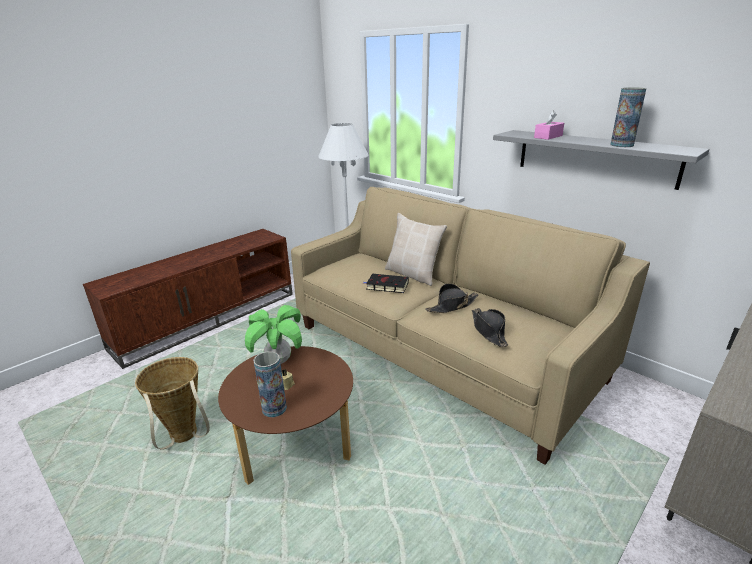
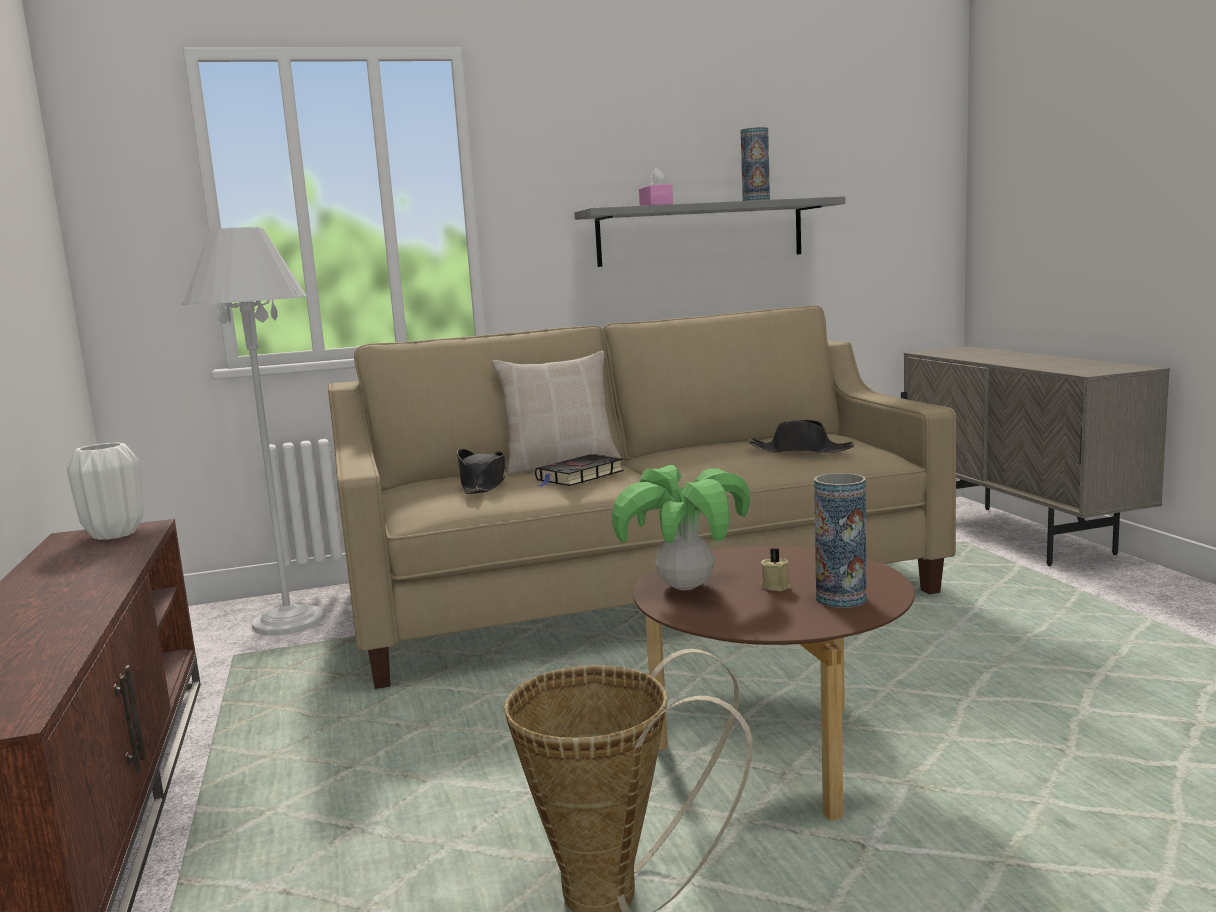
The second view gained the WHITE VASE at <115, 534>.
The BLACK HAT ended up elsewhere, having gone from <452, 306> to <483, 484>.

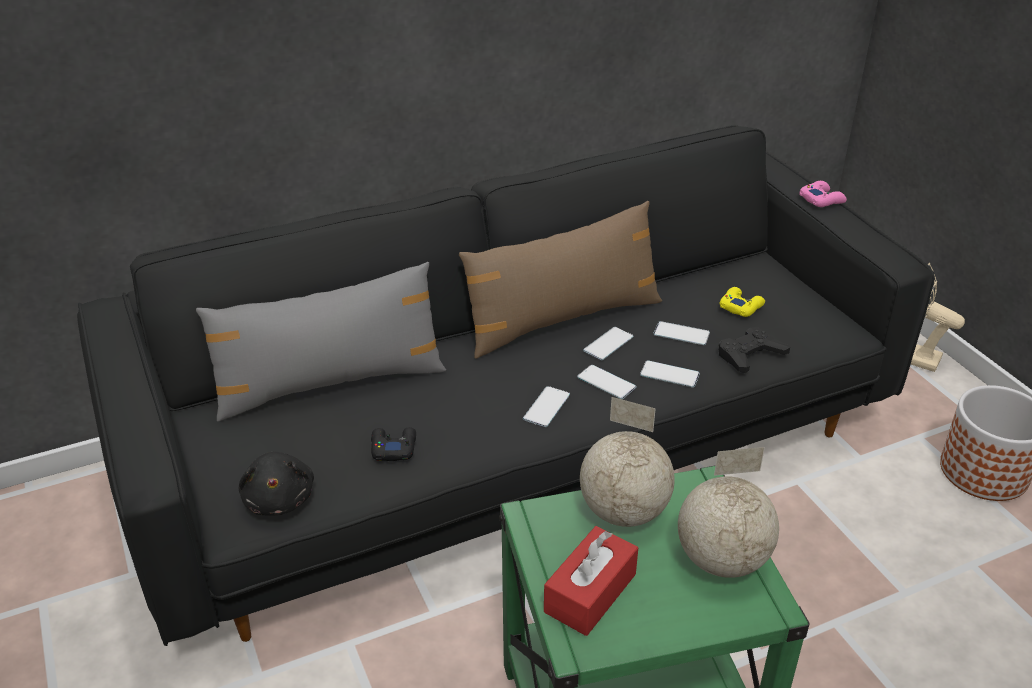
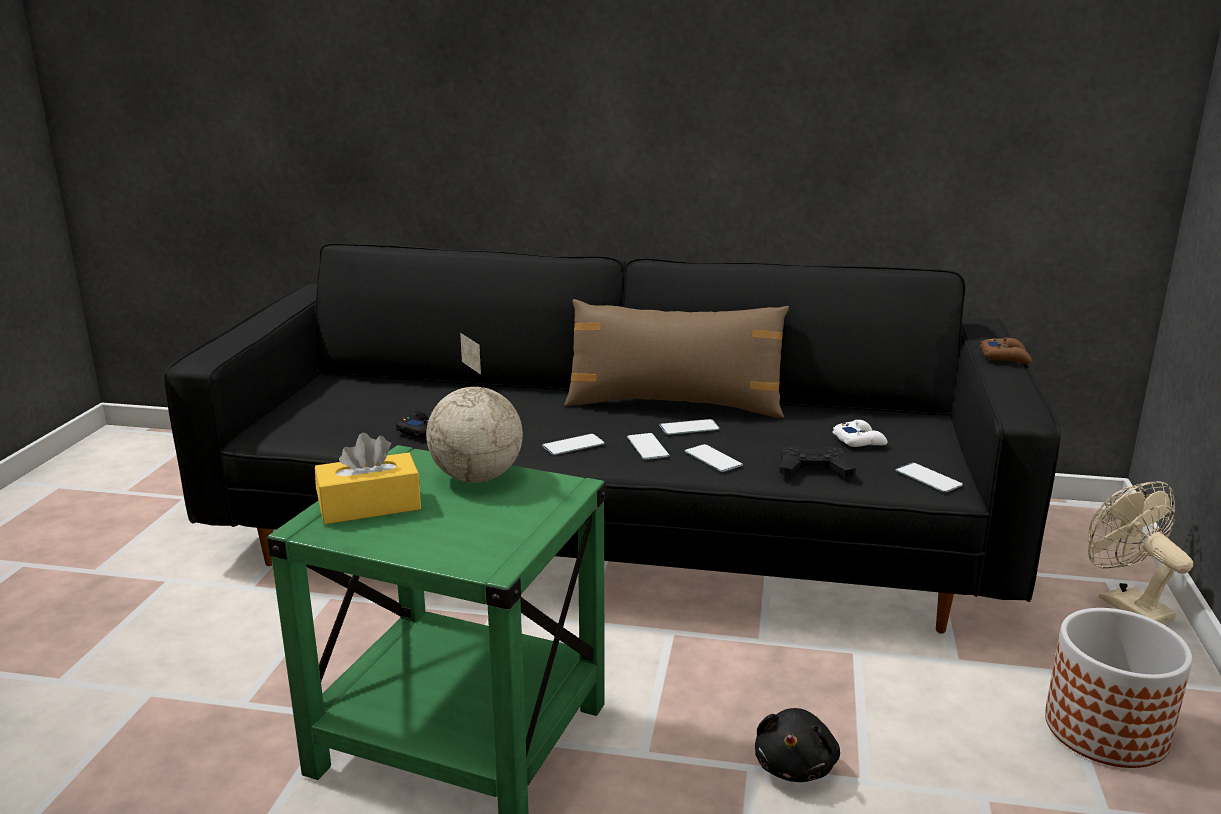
What was the RED TISSUE BOX at <590, 593> turned into the YELLOW TISSUE BOX at <369, 506>.
The BLACK PLUSH TOY ended up elsewhere, having gone from <279, 498> to <796, 765>.
What was the YELLOW GAME CONTROLLER at <740, 306> turned into the WHITE GAME CONTROLLER at <859, 440>.
The PHONE ended up elsewhere, having gone from <681, 334> to <928, 478>.
What was the PINK GAME CONTROLLER at <821, 199> turned into the BROWN GAME CONTROLLER at <1005, 357>.
The second view lost the GREY PILLOW at <331, 383>.
The second view lost the GLOBE at <720, 559>.

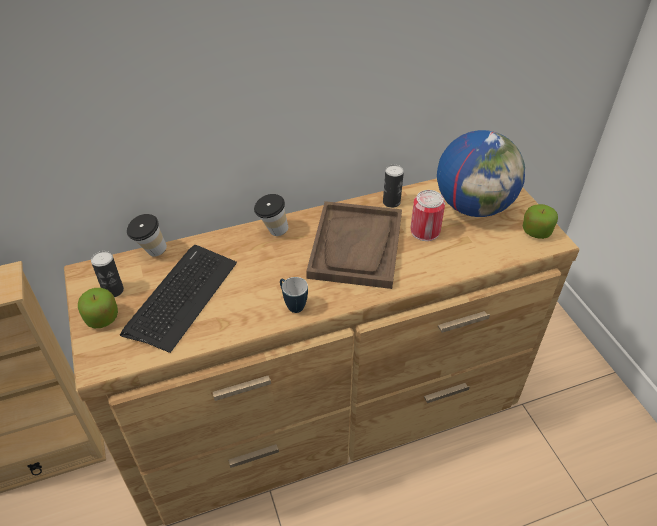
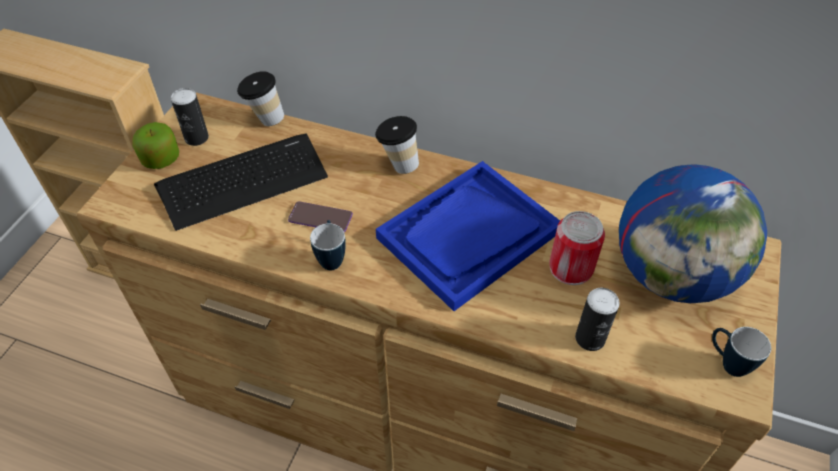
The second view gained the PHONE at <320, 218>.
What was the BROWN TRAY at <356, 246> turned into the BLUE TRAY at <468, 235>.
The CAN ended up elsewhere, having gone from <391, 202> to <590, 338>.
Where the APPLE stood at <536, 231>, the MUG came to stand at <727, 363>.

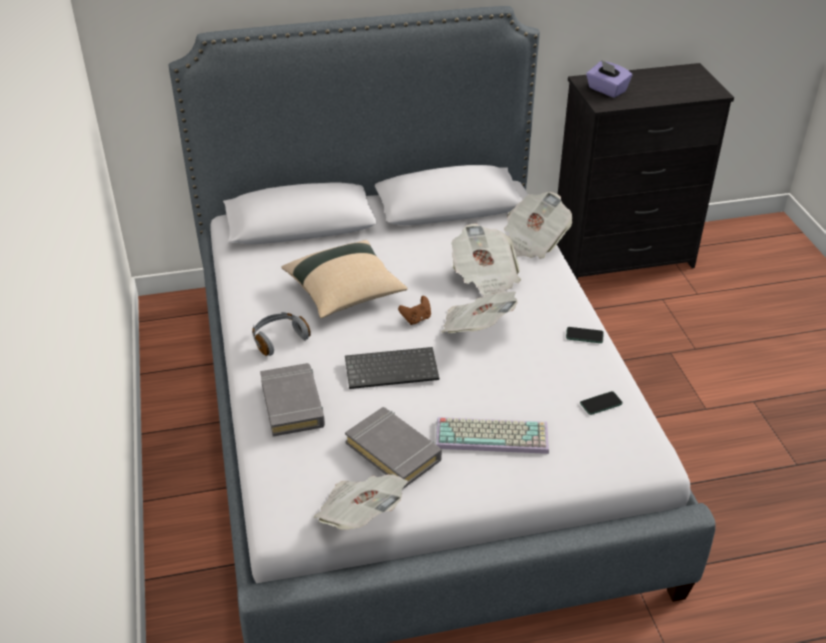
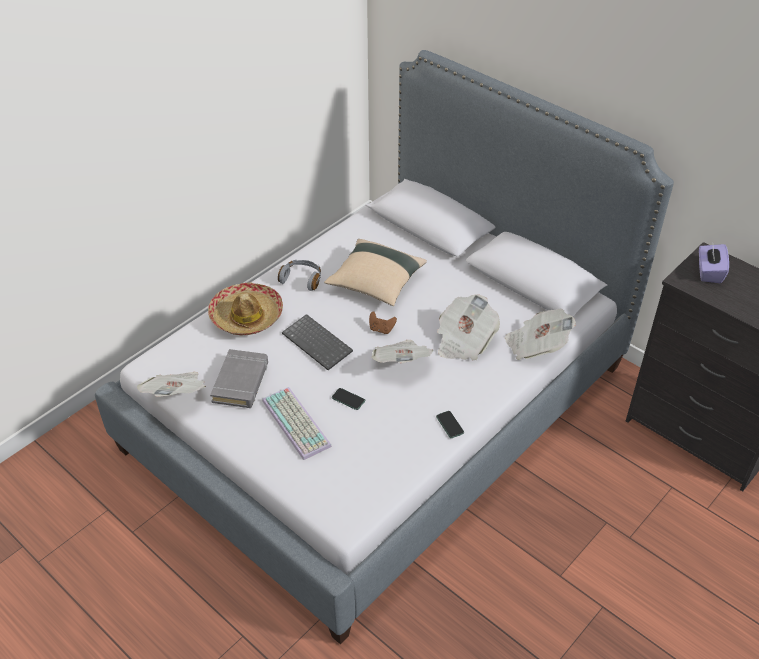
Where the GREY BOOK stood at <292, 404>, the HAT came to stand at <246, 316>.
The PHONE ended up elsewhere, having gone from <601, 403> to <348, 399>.

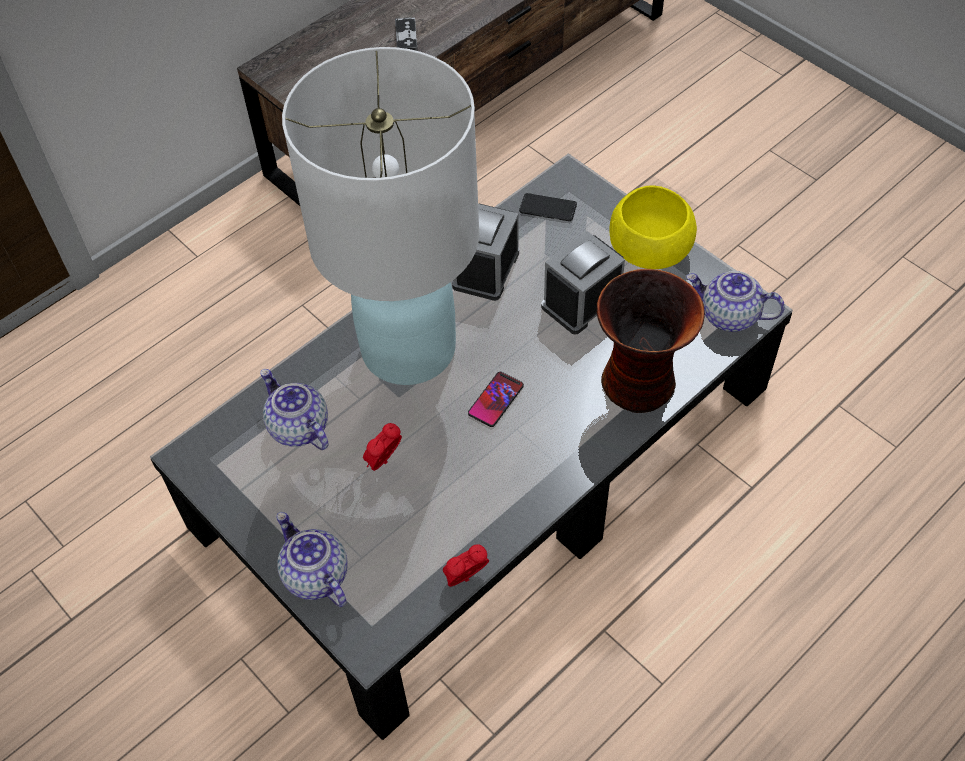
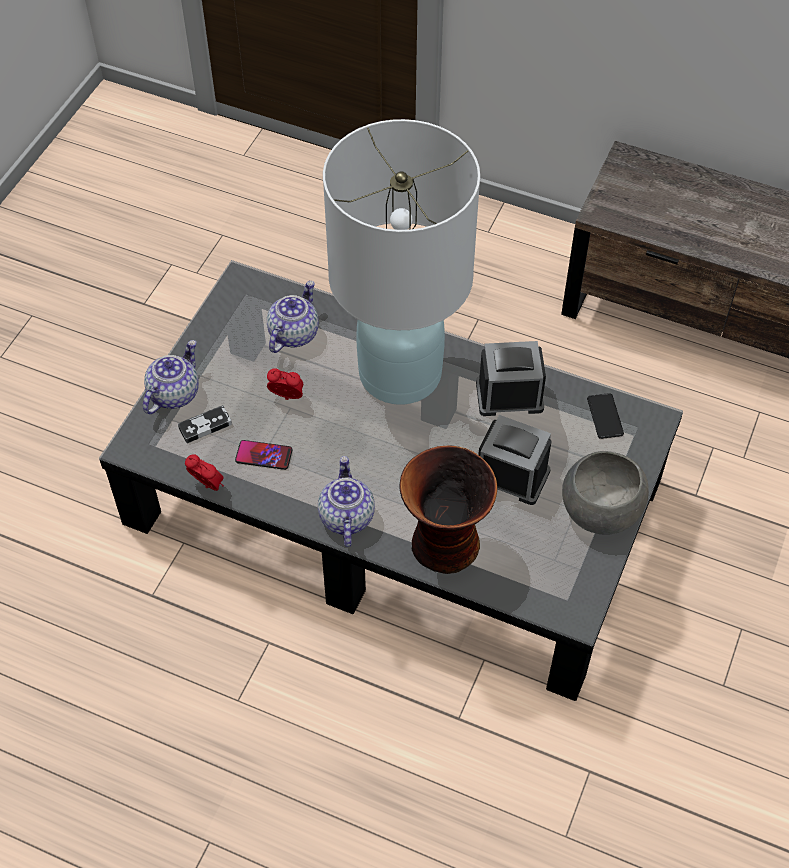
The GAME CONTROLLER ended up elsewhere, having gone from <406, 38> to <205, 426>.
The PHONE ended up elsewhere, having gone from <496, 400> to <264, 455>.
The TEAPOT ended up elsewhere, having gone from <728, 316> to <345, 517>.
What was the YELLOW BOWL at <648, 249> turned into the GREY BOWL at <600, 508>.

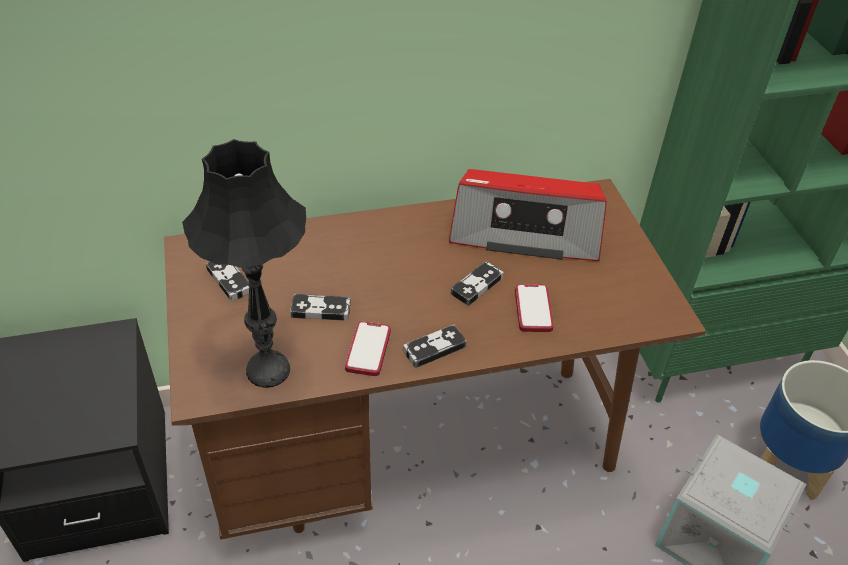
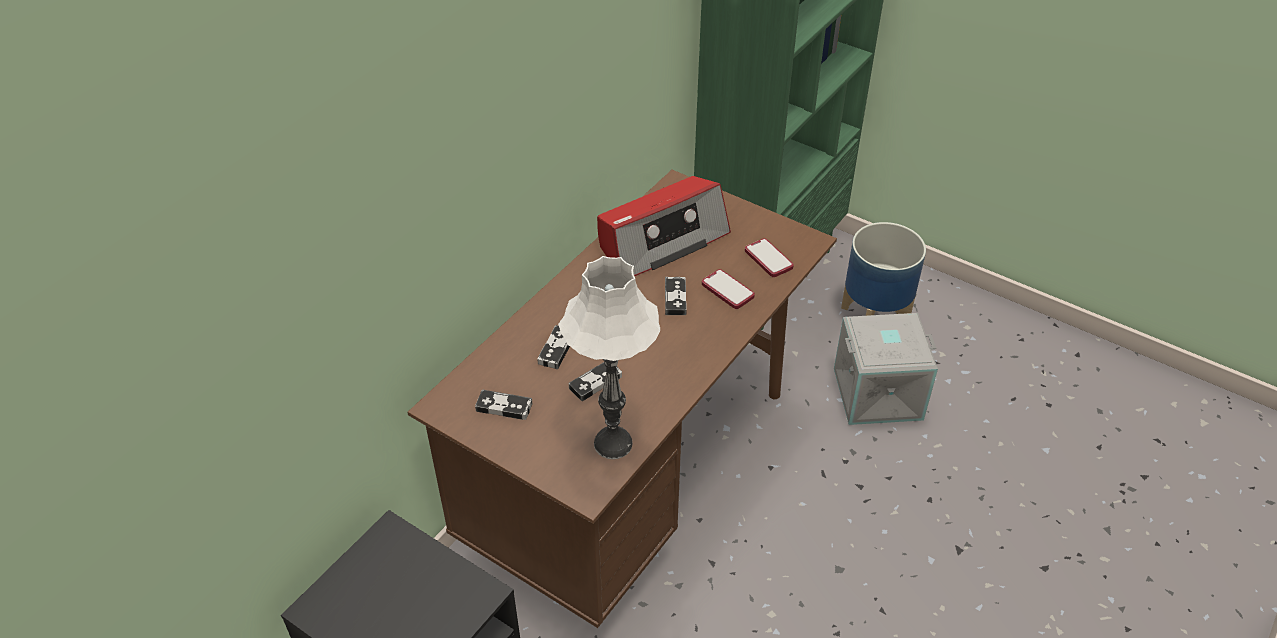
The GAME CONTROLLER ended up elsewhere, having gone from <434, 348> to <556, 349>.
What was the BLACK TABLE LAMP at <268, 370> turned into the WHITE TABLE LAMP at <613, 443>.
The PHONE ended up elsewhere, having gone from <368, 350> to <768, 259>.

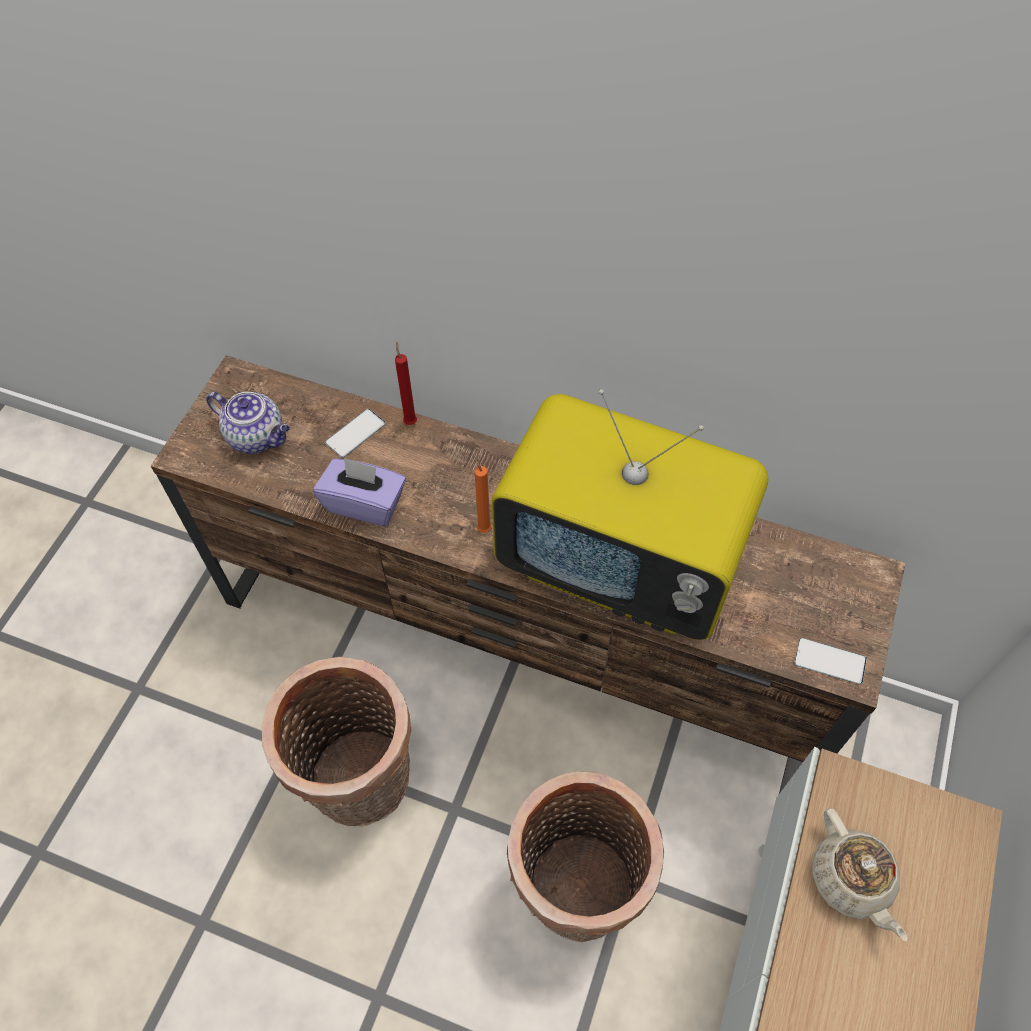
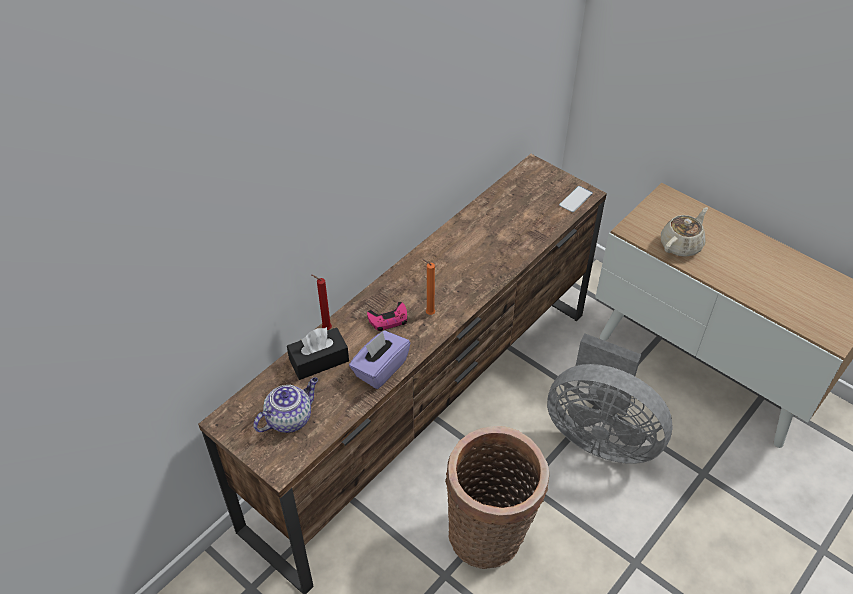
Where the PHONE stood at <355, 433>, the BLACK TISSUE BOX came to stand at <319, 360>.
The second view gained the PINK GAME CONTROLLER at <388, 319>.
Where the BASKET stood at <576, 893>, the GREY FAN came to stand at <600, 435>.
The BEIGE TEAPOT at <851, 880> ended up facing another way, 45 degrees counterclockwise from before.
The second view lost the TELEVISION at <621, 564>.

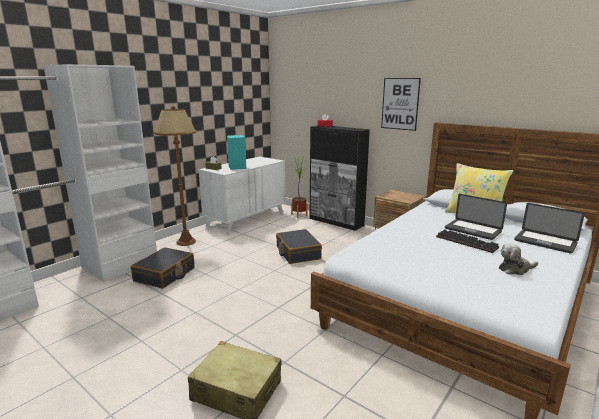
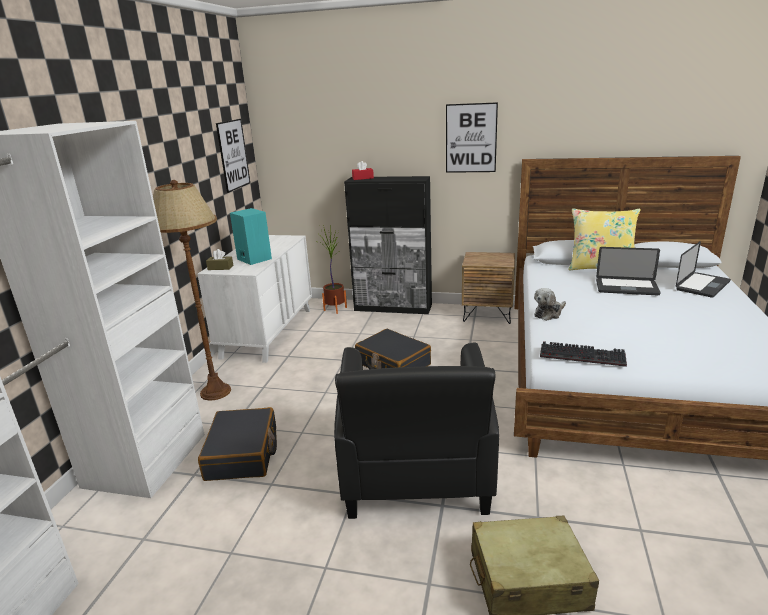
The second view gained the PICTURE at <233, 155>.
The second view gained the BLACK ARMCHAIR at <415, 473>.
The PLUSH TOY ended up elsewhere, having gone from <515, 269> to <549, 313>.
The KEYBOARD ended up elsewhere, having gone from <468, 242> to <583, 355>.
The LAPTOP at <545, 242> ended up facing another way, 60 degrees counterclockwise from before.

